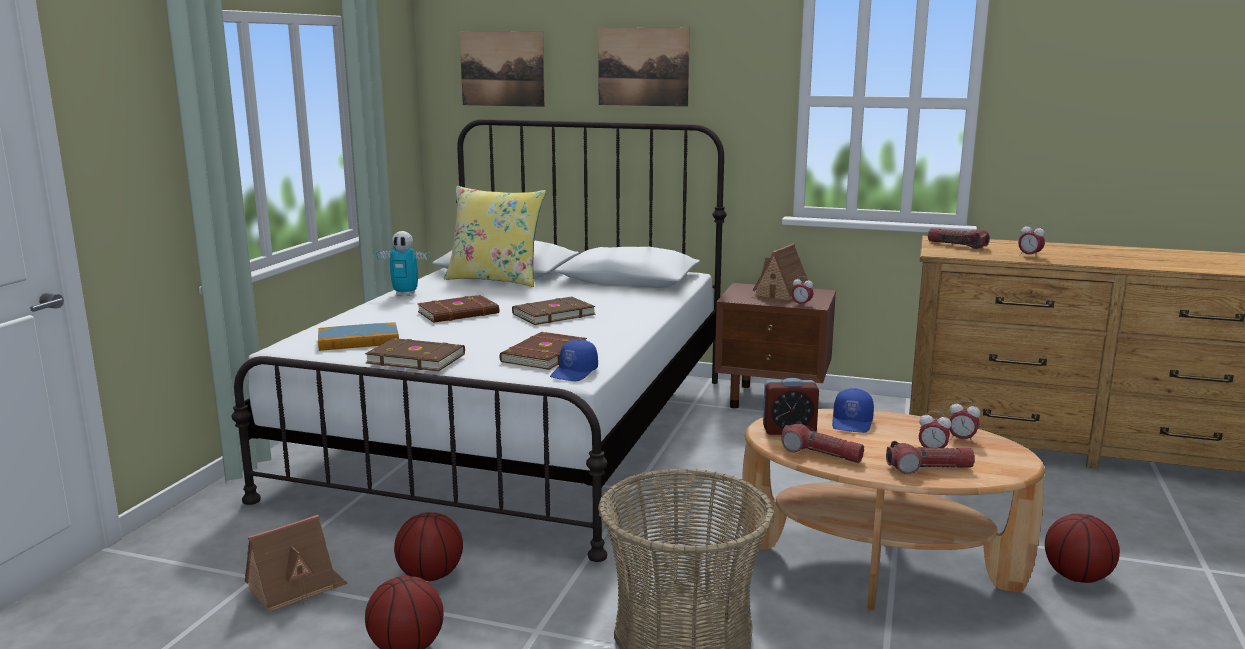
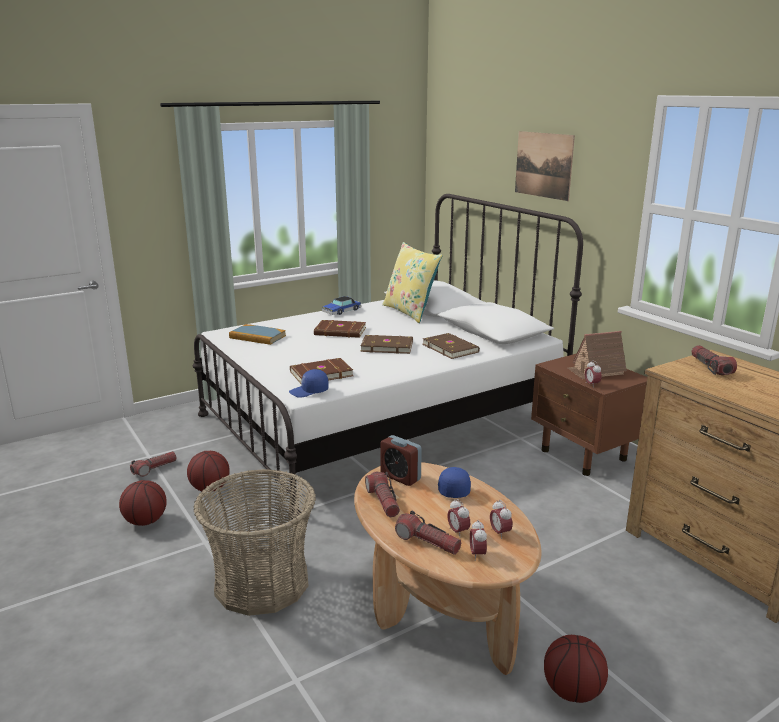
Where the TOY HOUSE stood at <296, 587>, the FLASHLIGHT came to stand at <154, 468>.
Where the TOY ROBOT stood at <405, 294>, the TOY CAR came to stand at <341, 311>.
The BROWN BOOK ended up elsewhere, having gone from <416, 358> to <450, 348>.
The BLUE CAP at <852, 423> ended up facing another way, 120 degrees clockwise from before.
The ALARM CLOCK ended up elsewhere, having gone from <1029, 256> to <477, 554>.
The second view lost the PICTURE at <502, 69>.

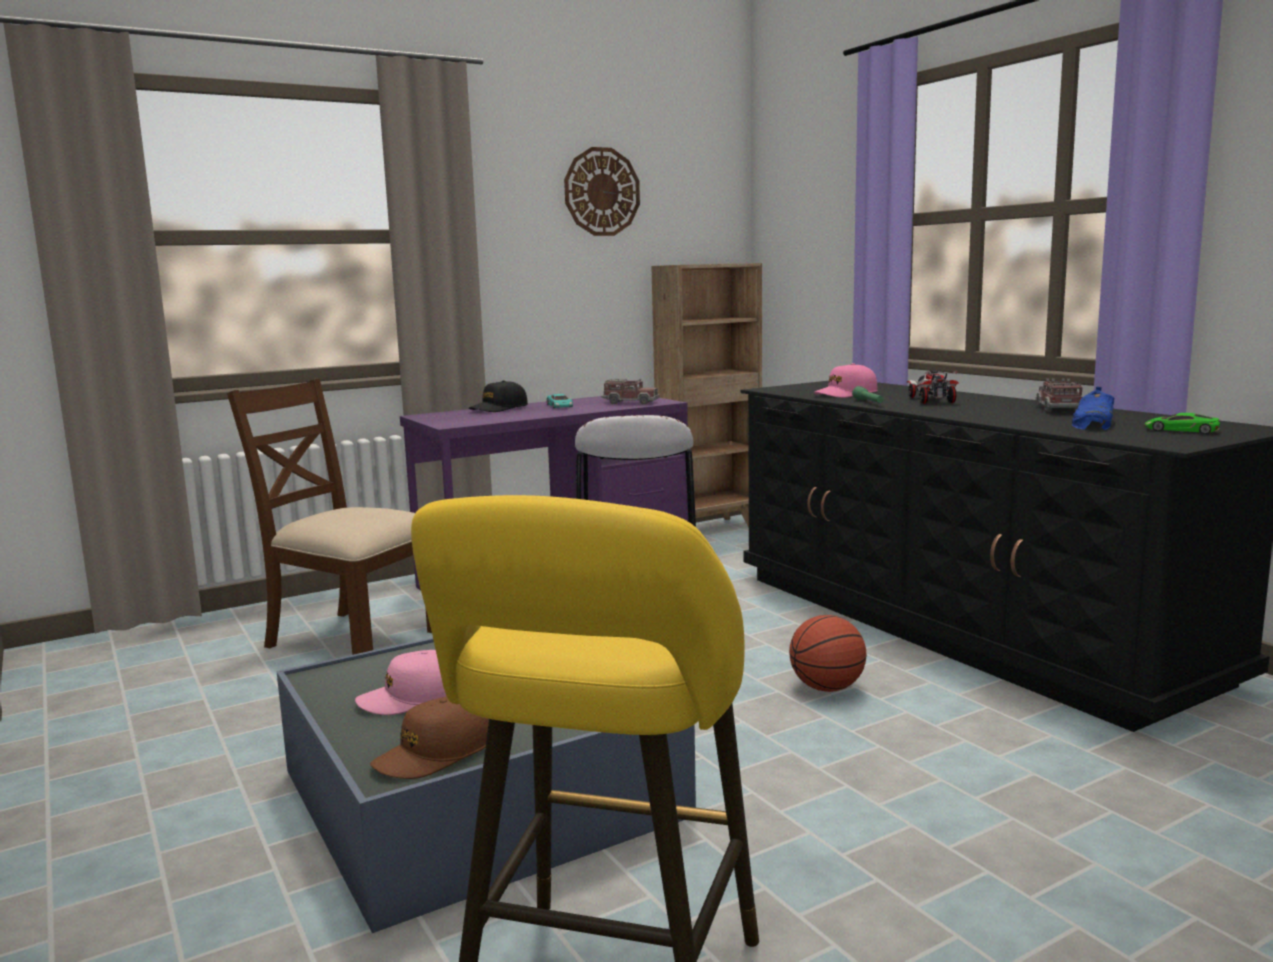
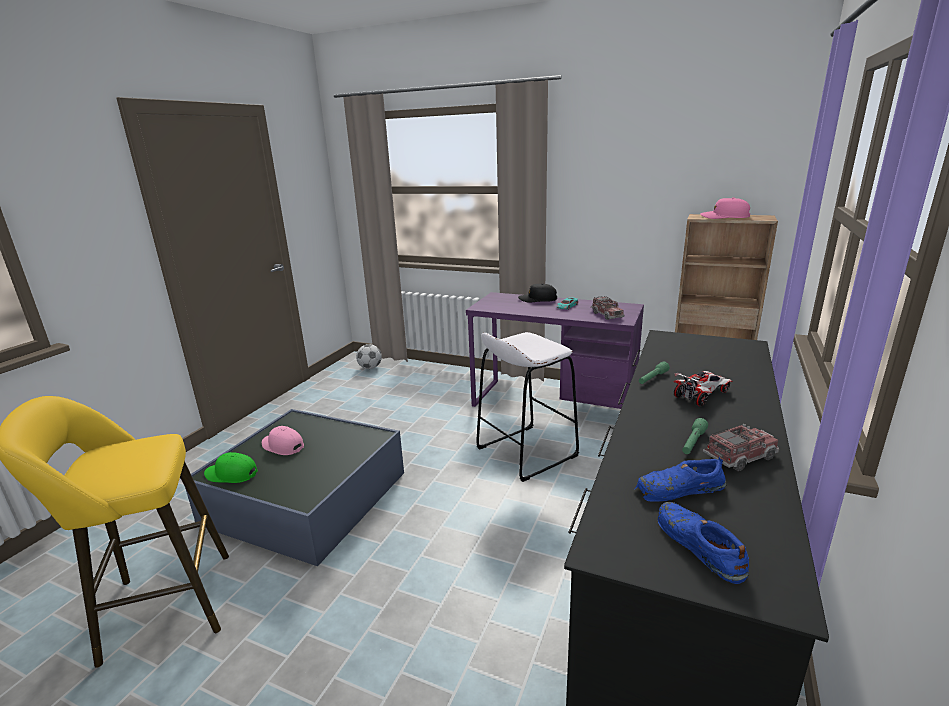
What was the BROWN CAP at <434, 754> turned into the GREEN CAP at <231, 474>.
The second view gained the FOOTBALL at <370, 368>.
Where the GREEN TOY CAR stood at <1181, 430>, the BLUE SHOE came to stand at <698, 545>.
The second view gained the GREEN FLASHLIGHT at <693, 442>.
The PINK CAP ended up elsewhere, having gone from <846, 394> to <724, 217>.
The second view lost the BROWN CHAIR at <353, 638>.
The second view lost the WALL CLOCK at <602, 192>.
The second view lost the BASKETBALL at <827, 688>.

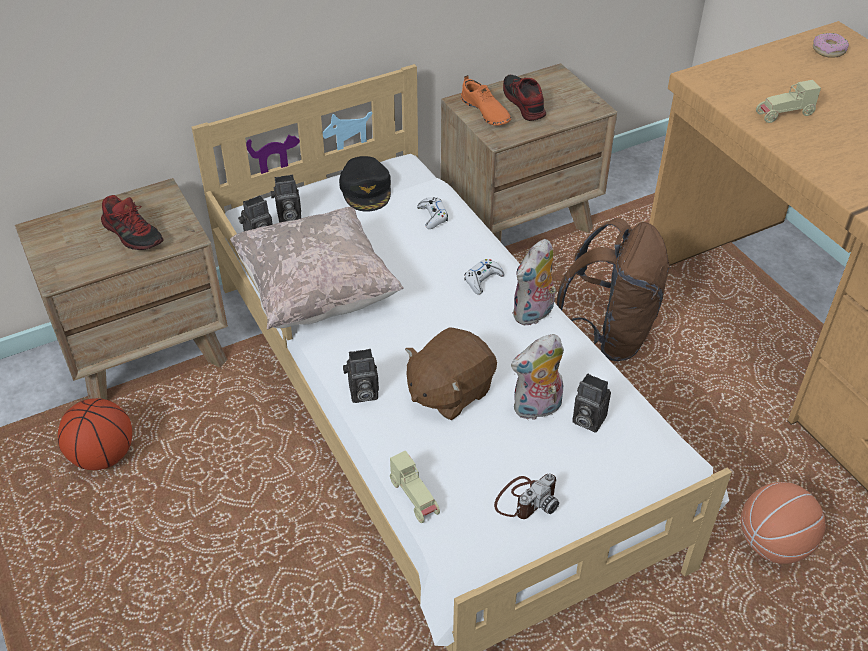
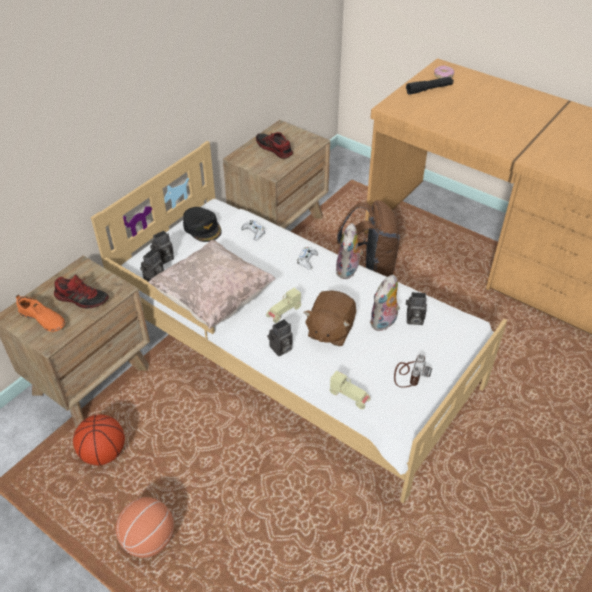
The ORANGE SHOE ended up elsewhere, having gone from <485, 112> to <42, 319>.
The BASKETBALL ended up elsewhere, having gone from <773, 544> to <148, 540>.
The BEIGE TOY CAR ended up elsewhere, having gone from <784, 115> to <284, 312>.
The second view gained the BLACK FLASHLIGHT at <429, 89>.

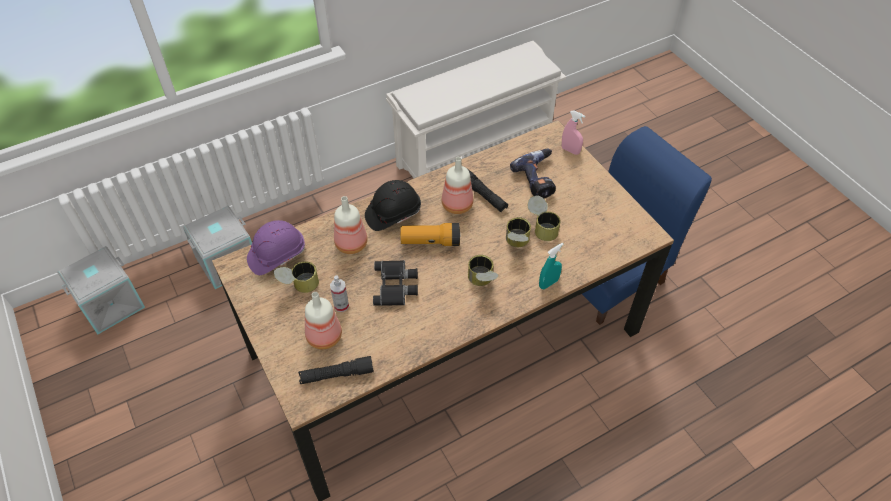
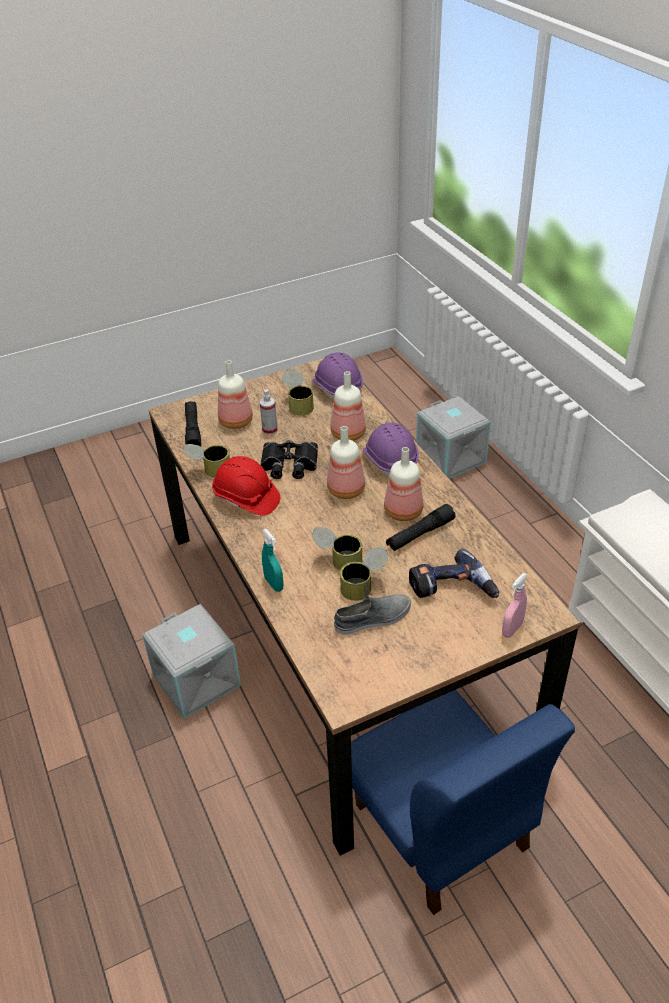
The GREY STORAGE BOX ended up elsewhere, having gone from <110, 303> to <198, 680>.
The CAN ended up elsewhere, having gone from <482, 282> to <209, 470>.
The second view gained the RED HARD HAT at <246, 498>.
Where the FLASHLIGHT stood at <430, 241>, the BOTTLE came to stand at <347, 489>.
The second view gained the GREY SHOE at <373, 618>.
What was the BLACK HARD HAT at <393, 214> turned into the PURPLE HARD HAT at <390, 461>.

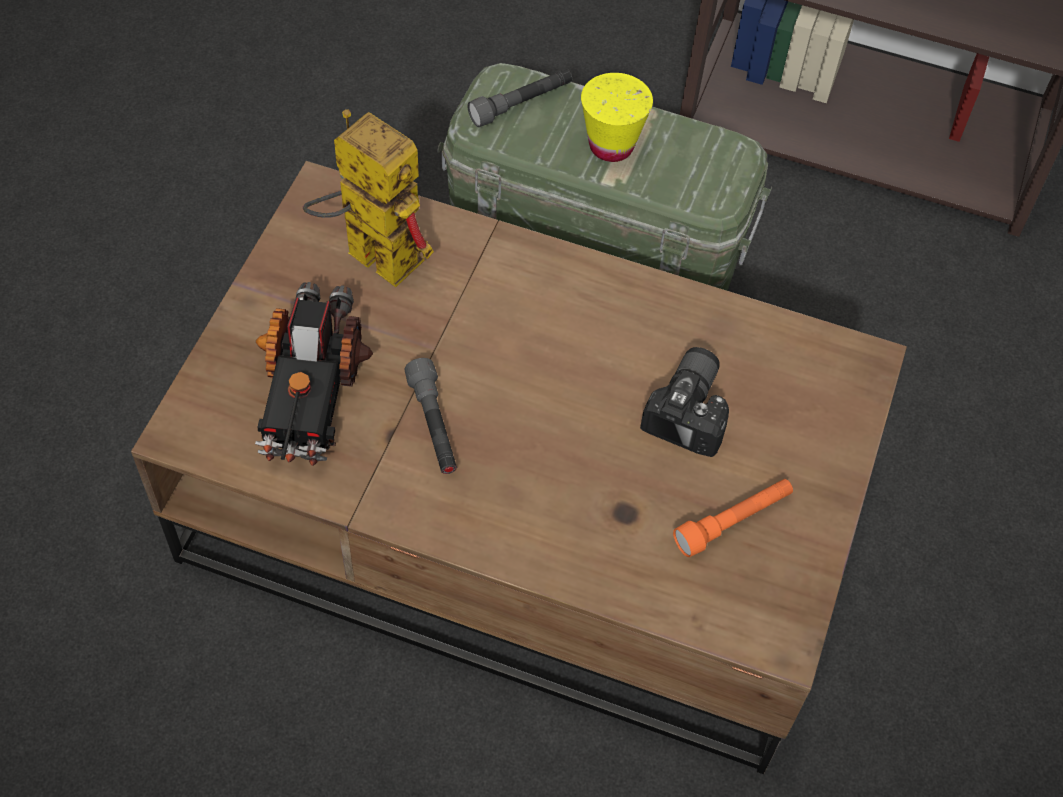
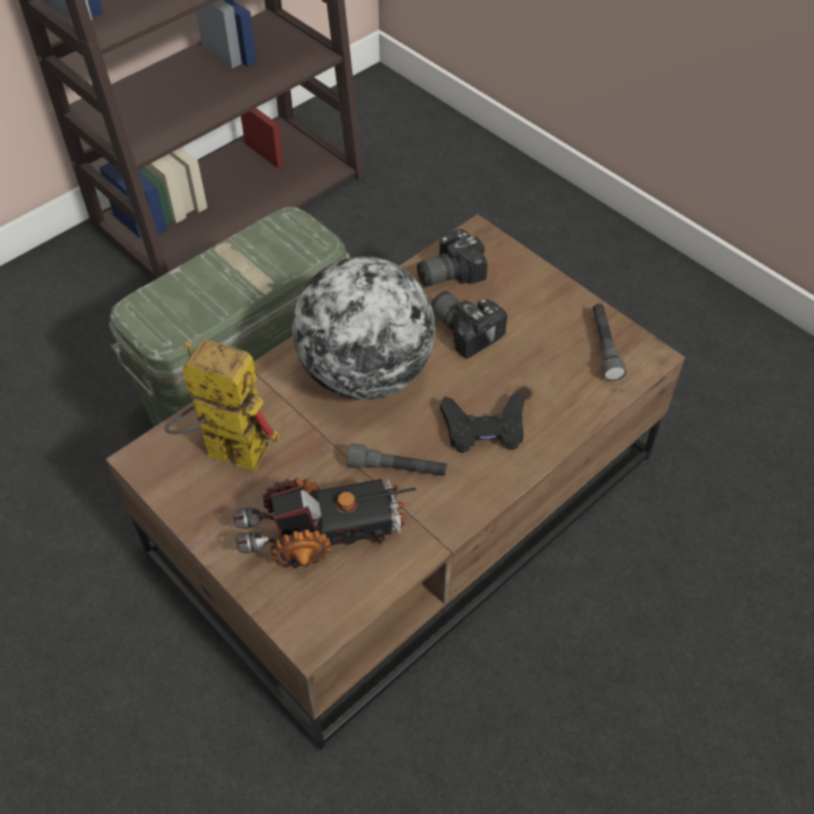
The TOY ROBOT at <368, 254> ended up facing another way, 45 degrees clockwise from before.
The TOY TRUCK at <309, 392> ended up facing another way, 45 degrees counterclockwise from before.
The second view gained the GLOBE at <366, 374>.
The second view gained the PHOTO CAMERA at <447, 272>.
The second view gained the BLACK GAME CONTROLLER at <484, 428>.
The GREY FLASHLIGHT ended up elsewhere, having gone from <521, 104> to <604, 347>.
The second view lost the YELLOW CUP at <611, 146>.
The second view lost the ORANGE FLASHLIGHT at <733, 521>.

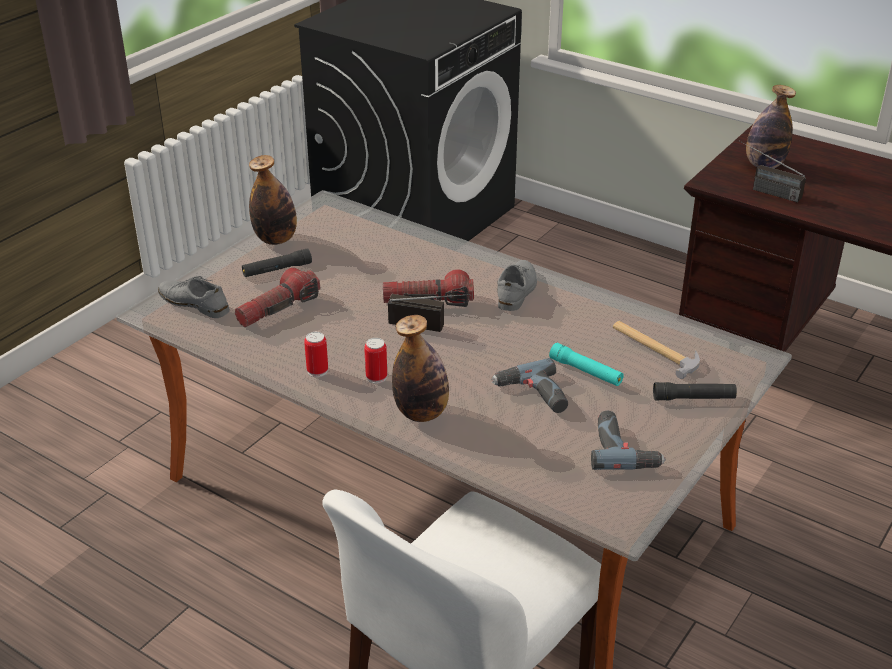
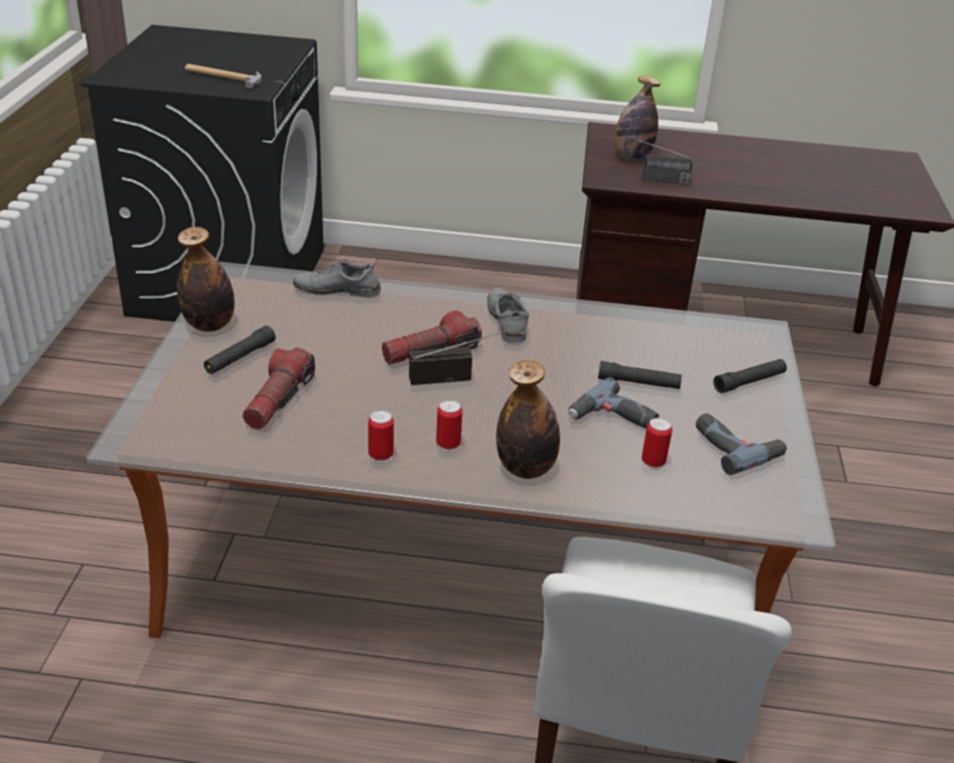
The HAMMER ended up elsewhere, having gone from <655, 349> to <223, 77>.
The GREY SHOE ended up elsewhere, having gone from <194, 303> to <337, 289>.
What was the TURQUOISE FLASHLIGHT at <586, 371> turned into the BLACK FLASHLIGHT at <638, 383>.
The second view gained the CAN at <653, 462>.

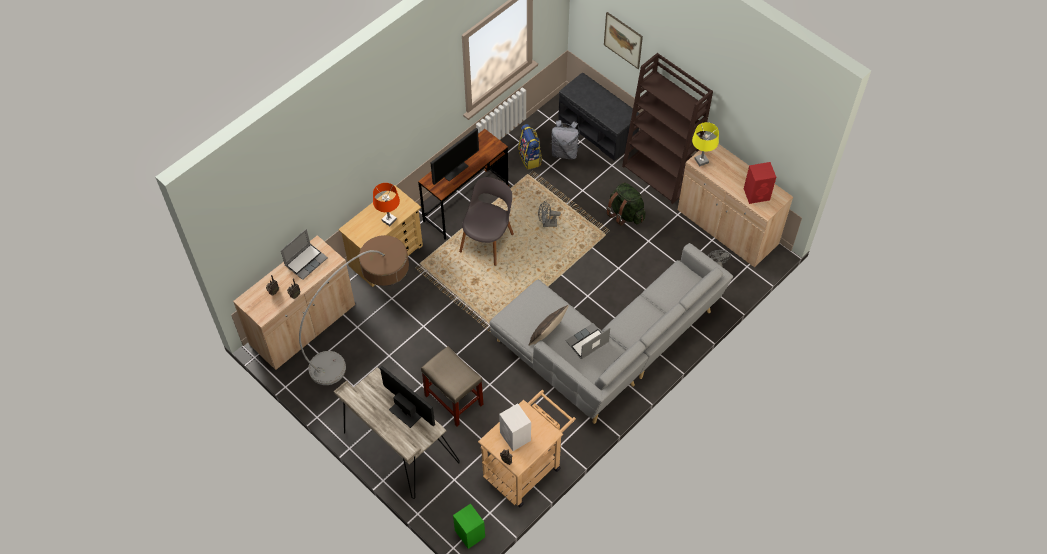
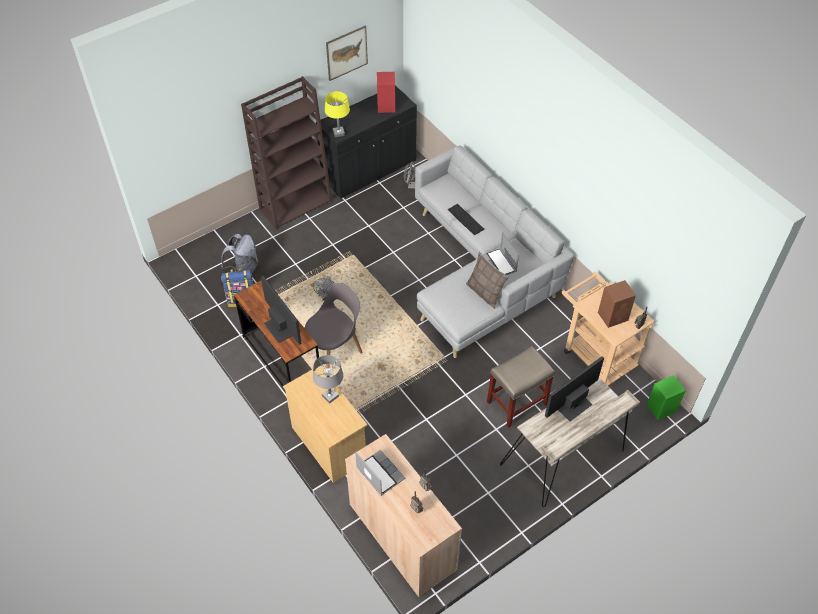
The GREY CHAIR at <487, 240> ended up facing another way, 105 degrees clockwise from before.
What was the ORANGE TABLE LAMP at <389, 220> turned into the GREY TABLE LAMP at <330, 396>.
What was the BEIGE CABINET at <727, 228> turned into the BLACK CABINET at <369, 170>.
The PICTURE ended up elsewhere, having gone from <623, 40> to <347, 53>.
The second view gained the KEYBOARD at <466, 219>.
What was the WHITE SPEAKER at <515, 437> turned into the BROWN SPEAKER at <613, 316>.
The second view lost the FLOOR LAMP at <366, 338>.
The second view lost the GREY BENCH at <598, 130>.
The second view lost the GREEN BACKPACK at <625, 214>.

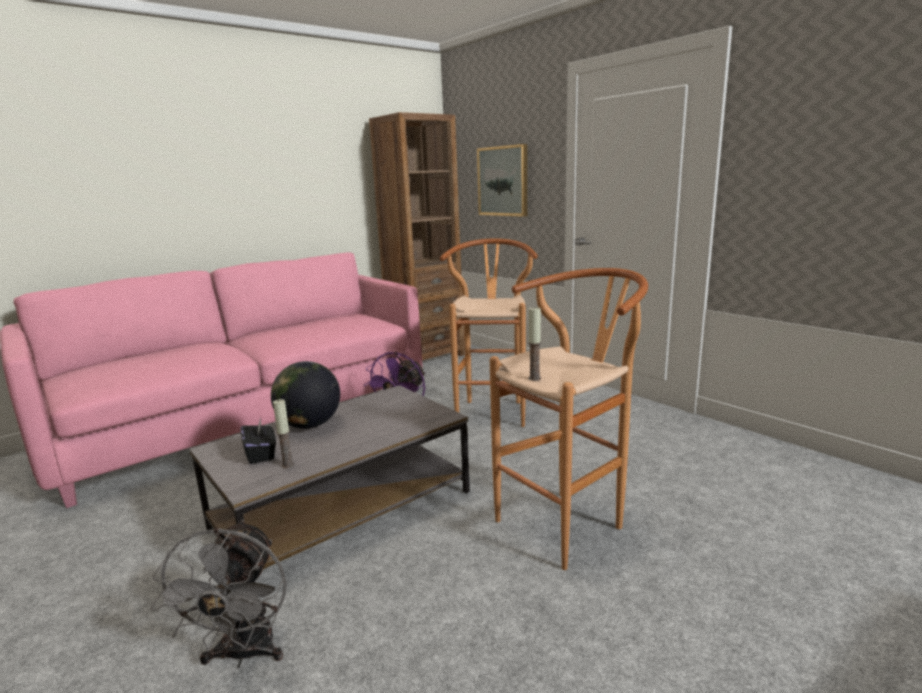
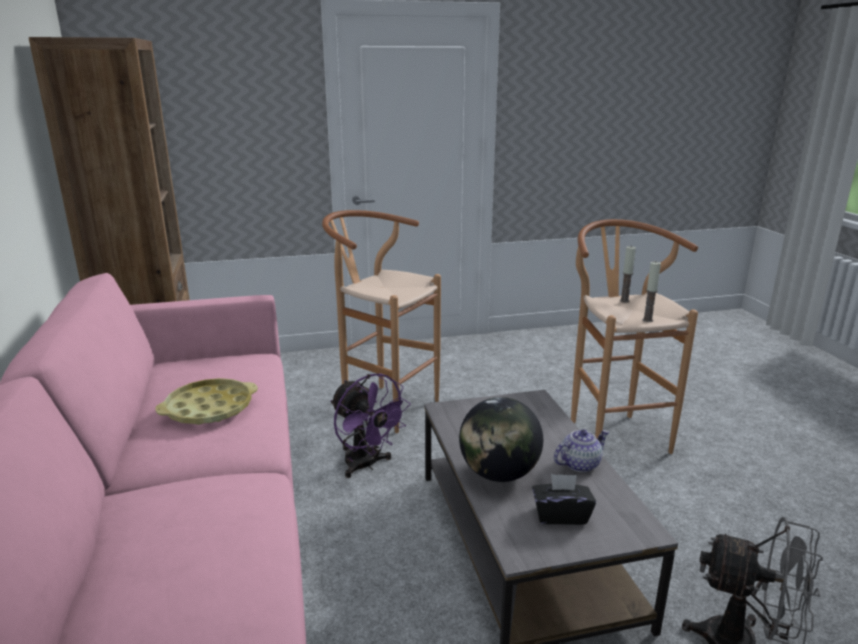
The second view gained the YELLOW TRAY at <209, 408>.
The second view gained the TEAPOT at <579, 464>.
The CANDLE ended up elsewhere, having gone from <288, 465> to <624, 301>.
The second view lost the PICTURE at <503, 181>.

